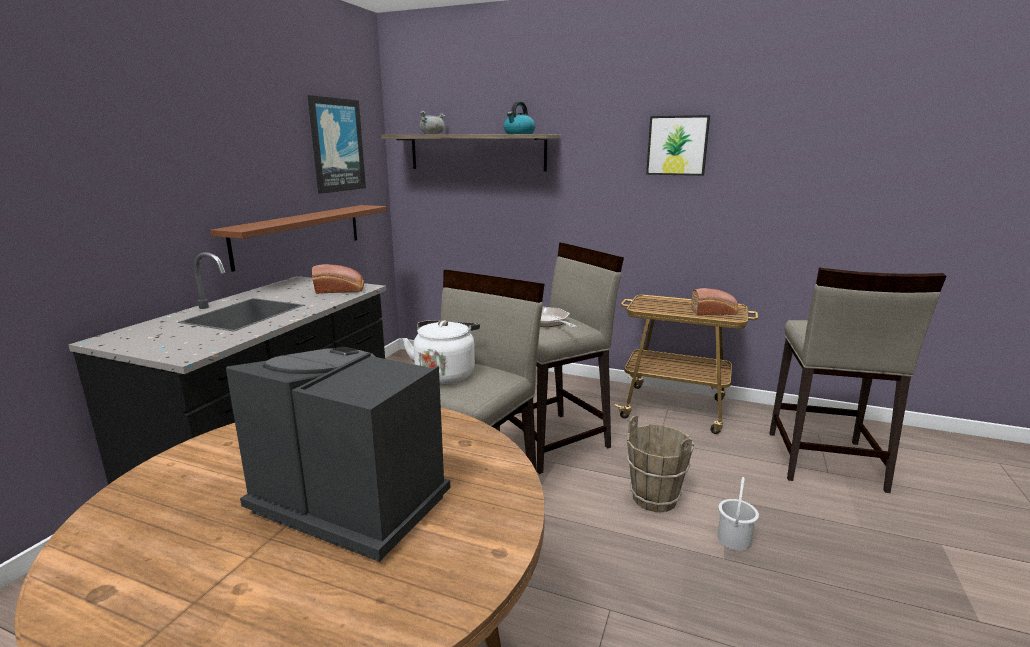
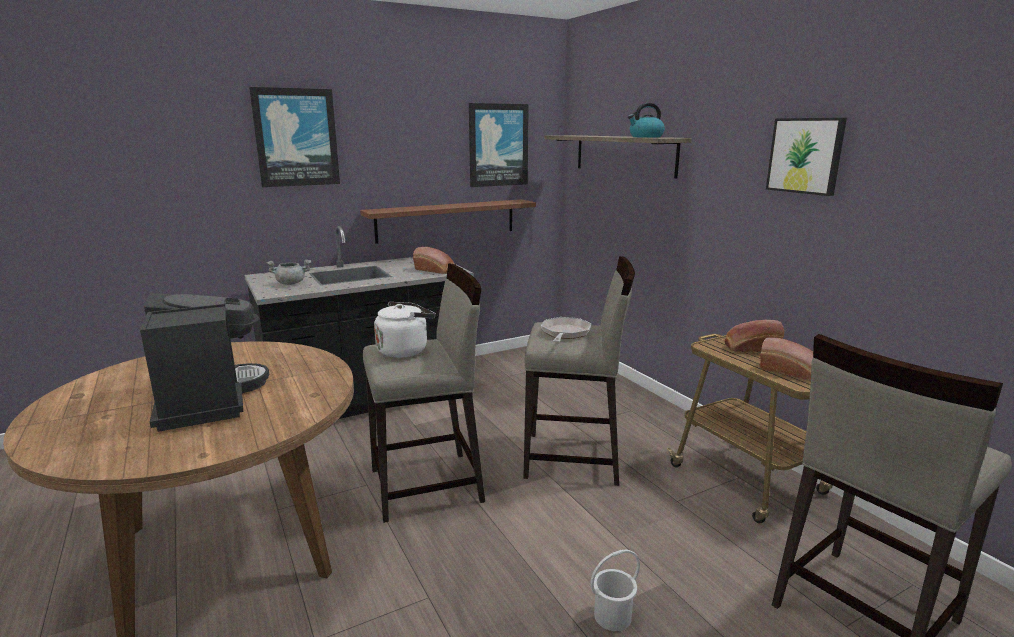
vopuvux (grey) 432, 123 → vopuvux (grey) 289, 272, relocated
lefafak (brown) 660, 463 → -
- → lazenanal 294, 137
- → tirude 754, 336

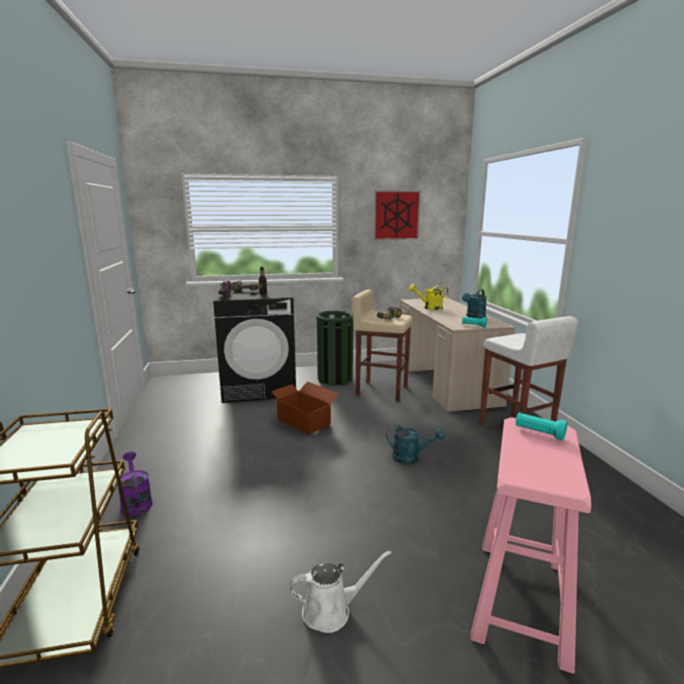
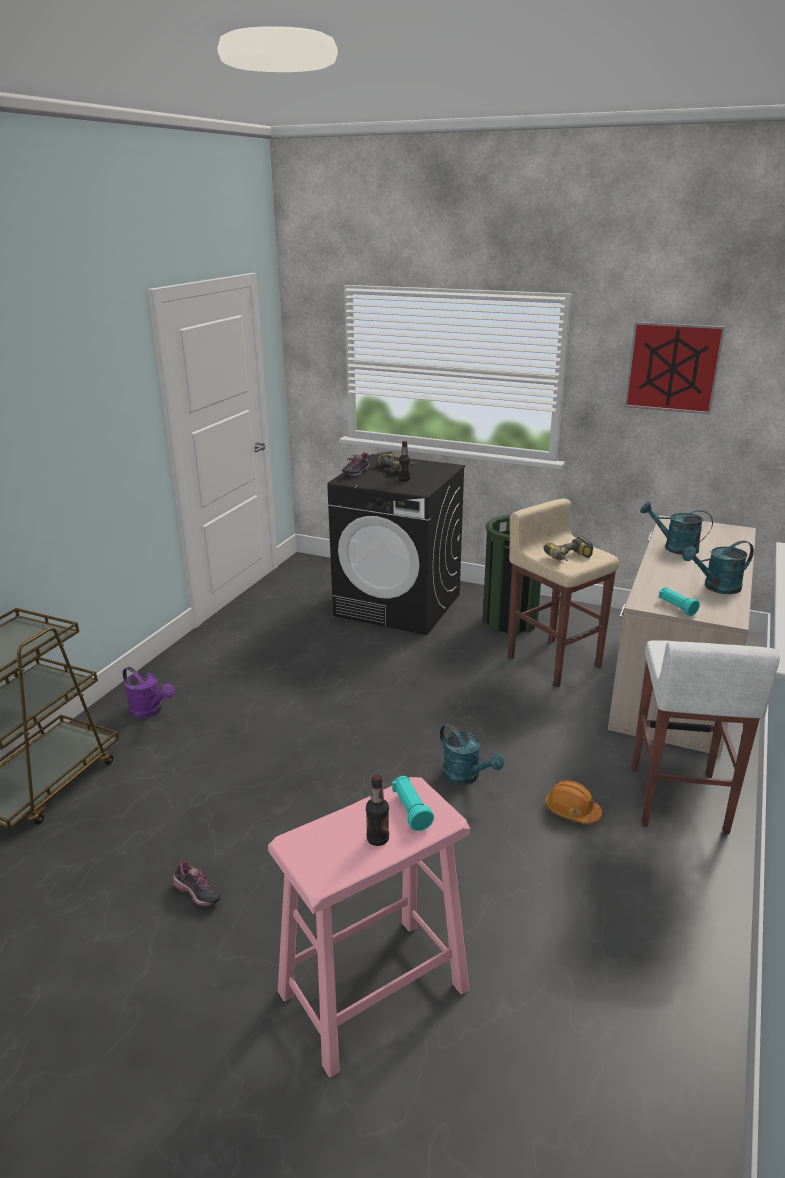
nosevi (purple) 135, 484 → nosevi (purple) 149, 692, 120 degrees clockwise
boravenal 303, 408 → -
nosevi (white) 340, 591 → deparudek 196, 884
nosevi (yellow) 428, 297 → nosevi (turquoise) 676, 528
- → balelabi 377, 810
- → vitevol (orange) 573, 802

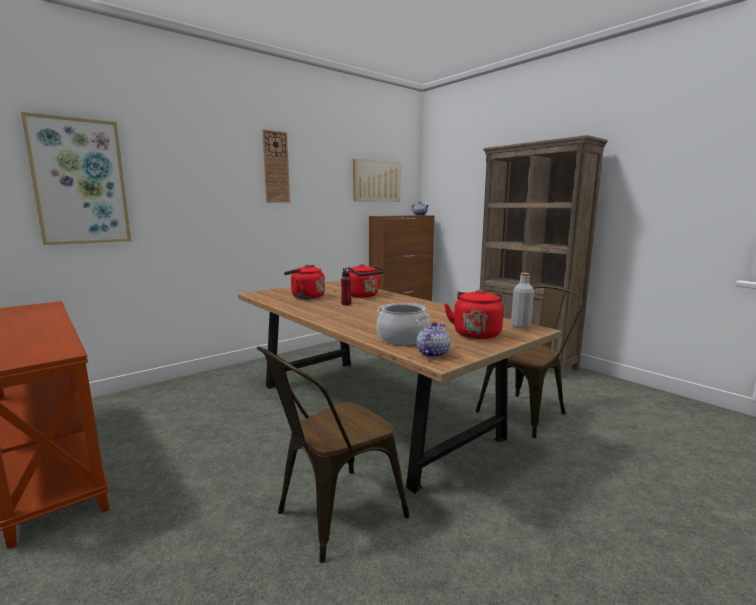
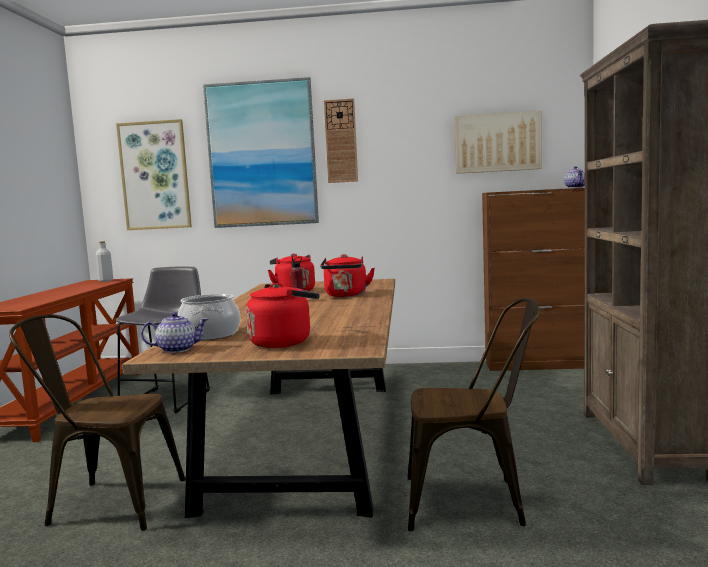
balelabi (grey) 522, 301 → balelabi (grey) 104, 261, relocated
- → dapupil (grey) 163, 340
- → lazenanal 261, 152

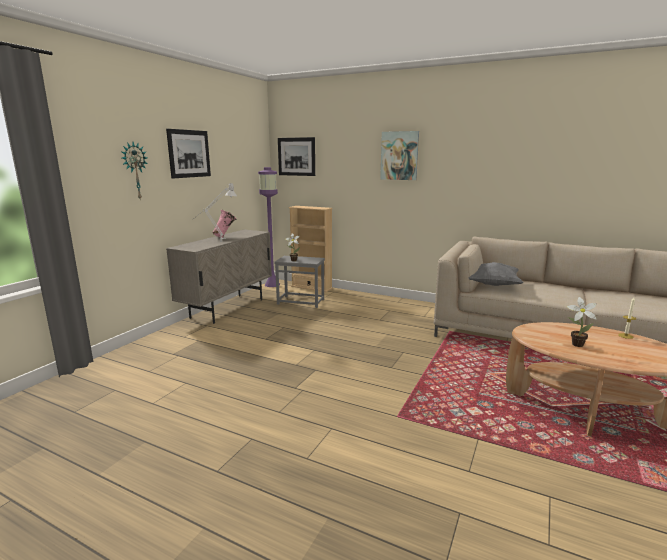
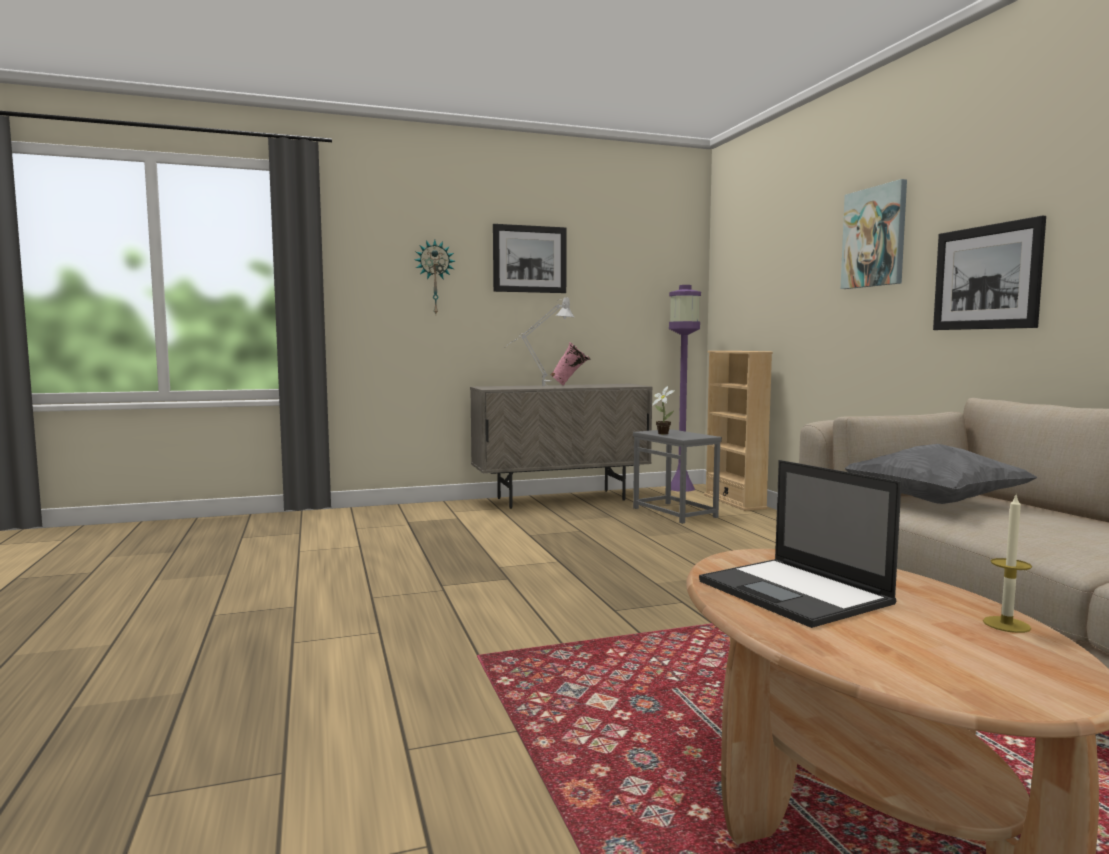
lazenanal 296, 156 → lazenanal 989, 273, relocated
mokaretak 582, 322 → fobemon 800, 544

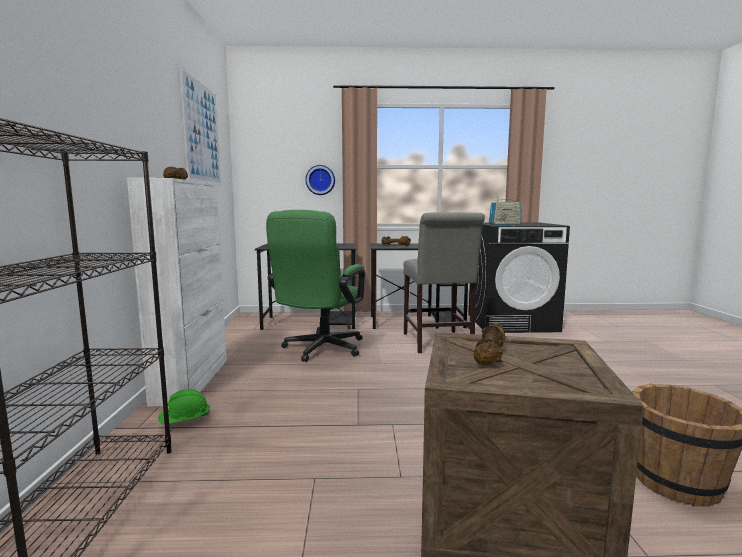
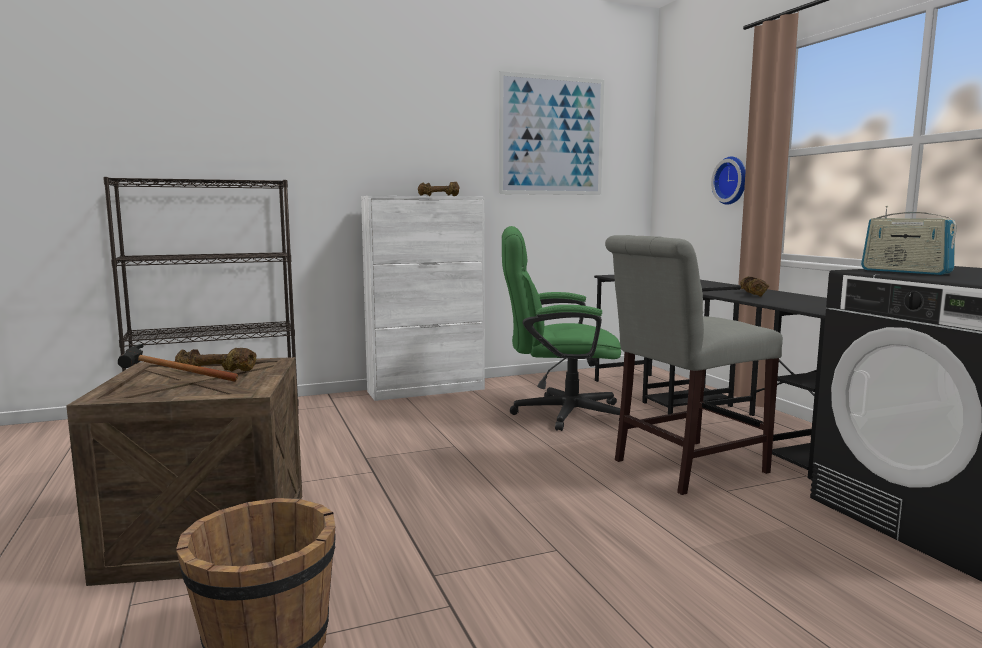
vitevol (green) 184, 406 → -
- → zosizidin 178, 363

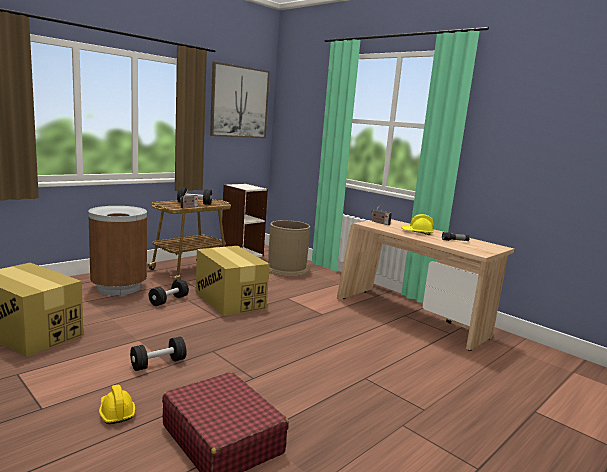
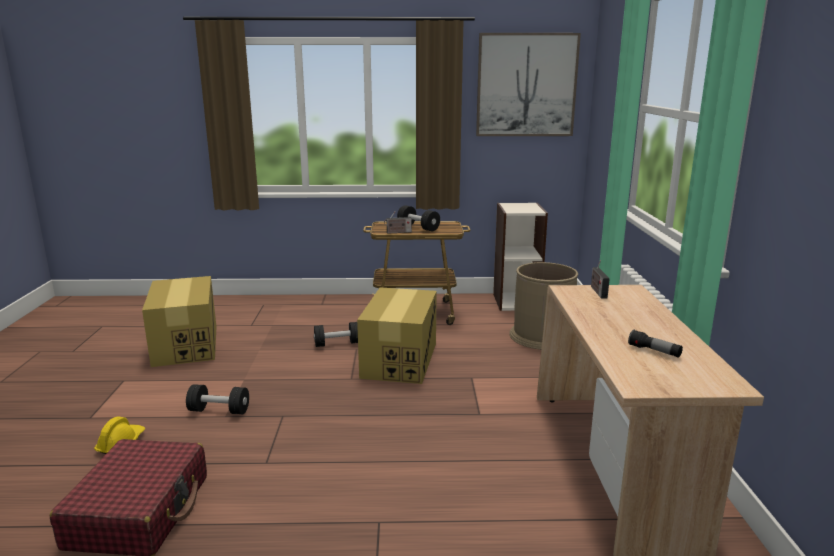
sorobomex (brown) 117, 250 → -
vitevol (yellow) 417, 224 → -

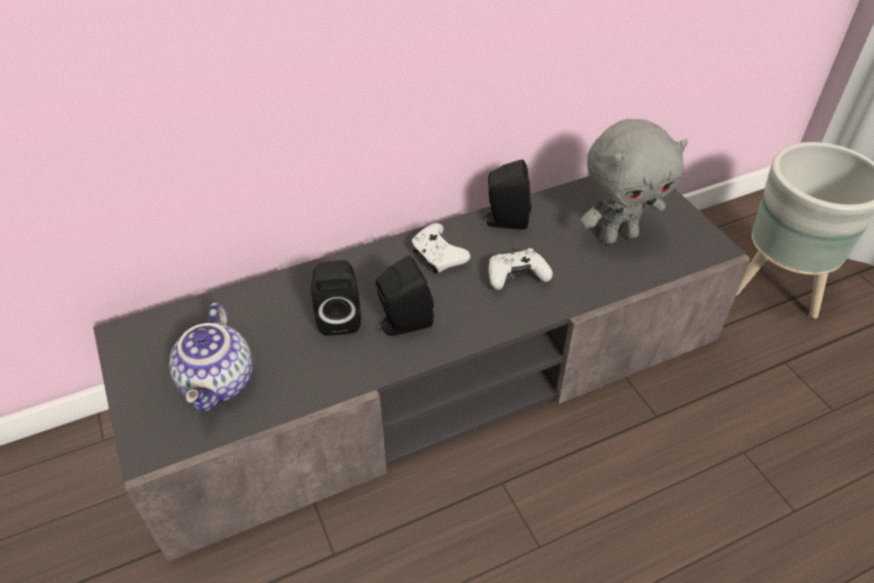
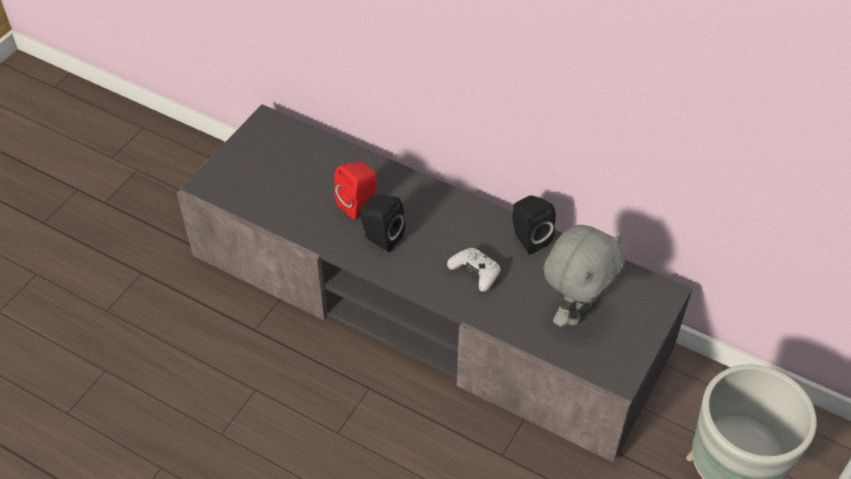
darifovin 211, 357 → -
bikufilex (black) 336, 298 → bikufilex (red) 355, 190
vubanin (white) 441, 248 → -
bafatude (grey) 634, 181 → bafatude (grey) 584, 276, 90 degrees counterclockwise

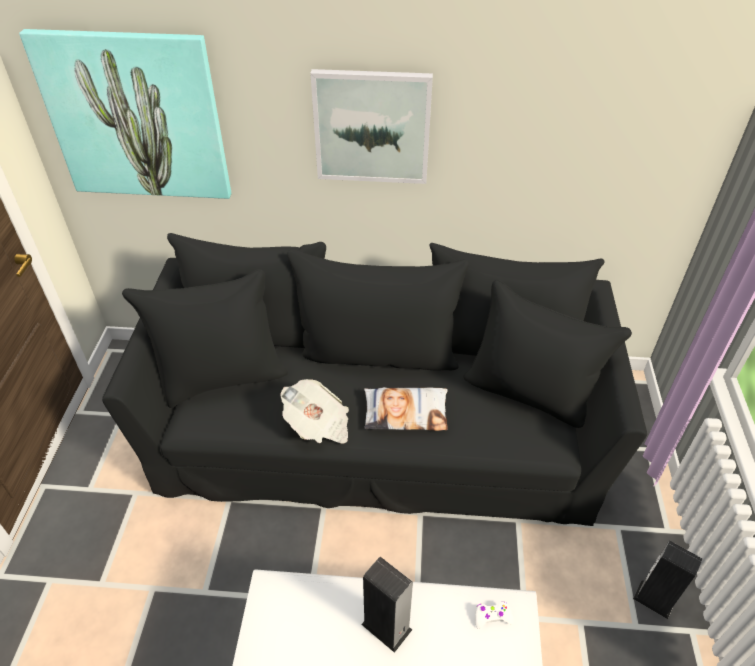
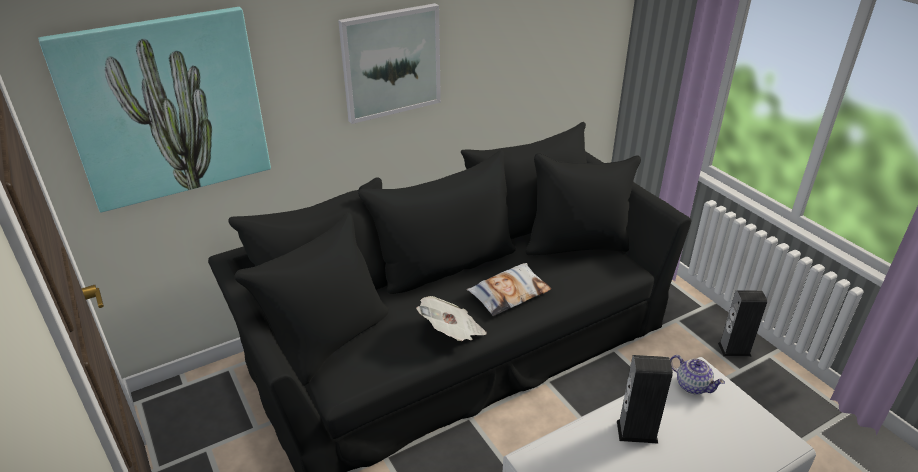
vubanin (white) 494, 615 → darifovin 697, 374

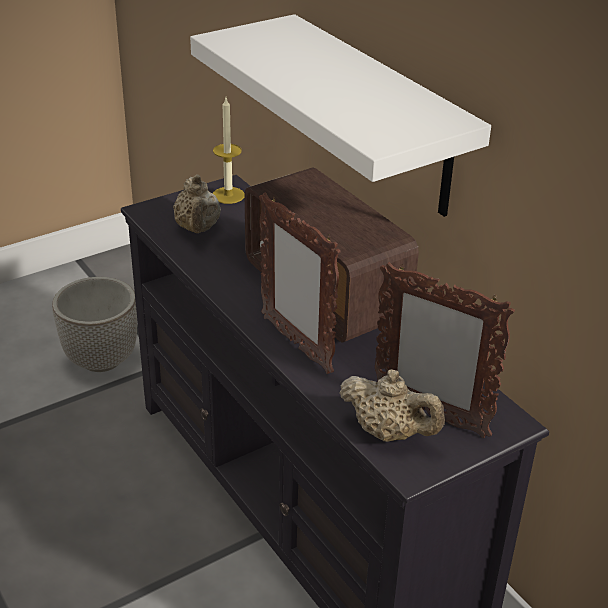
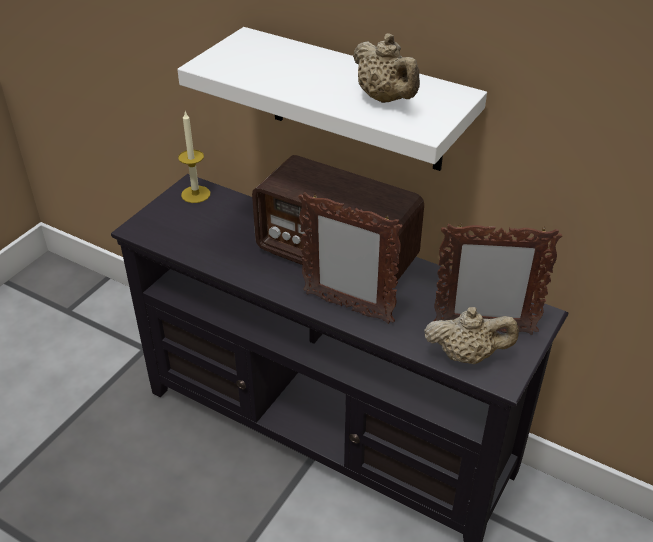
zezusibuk 94, 324 → -
darifovin (beige) 197, 203 → darifovin (beige) 386, 68, relocated

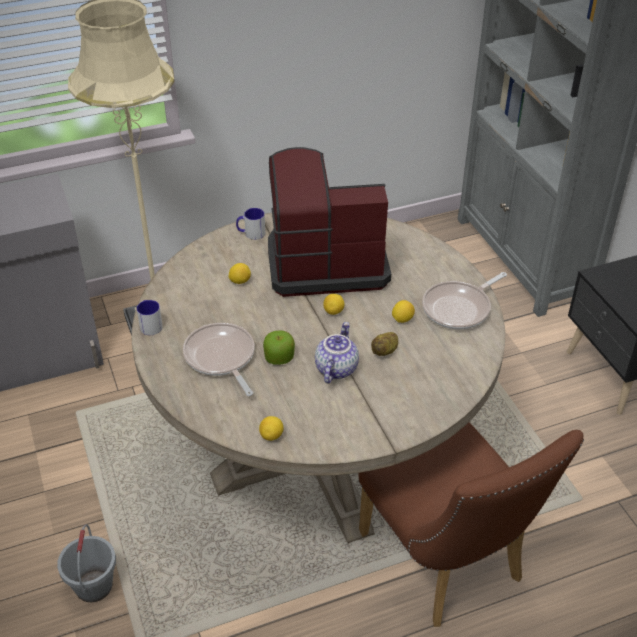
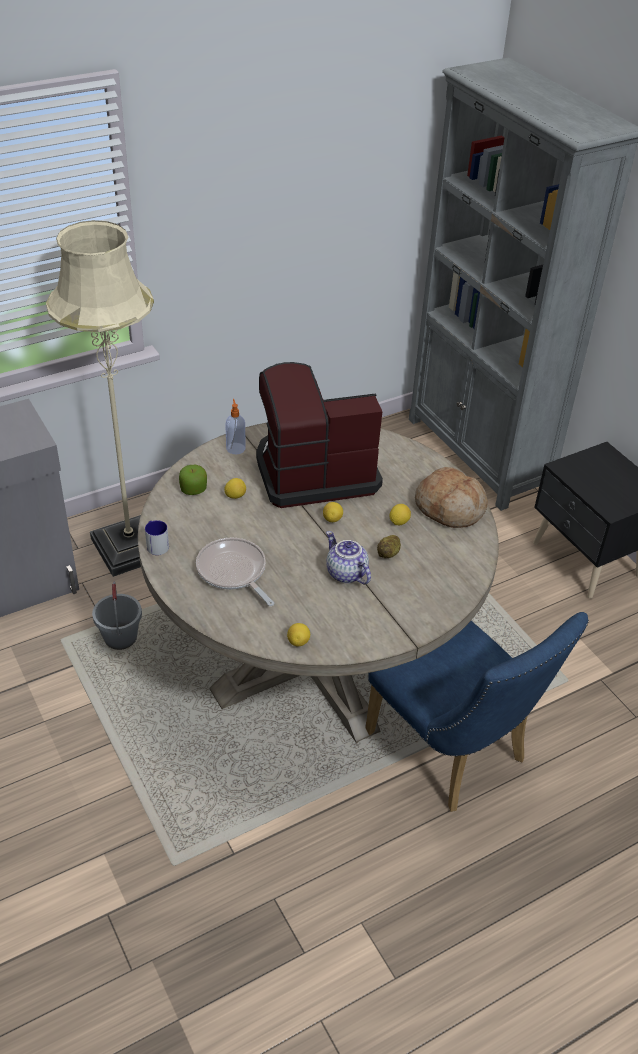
lefafak (grey) 86, 563 → lefafak (grey) 117, 615, relocated
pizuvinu 250, 224 → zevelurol 235, 426
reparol 279, 347 → reparol 193, 480, relocated
darifovin 337, 352 → darifovin 348, 557, 45 degrees counterclockwise
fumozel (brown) 471, 524 → fumozel (blue) 477, 712
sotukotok 464, 301 → tirude 451, 497

